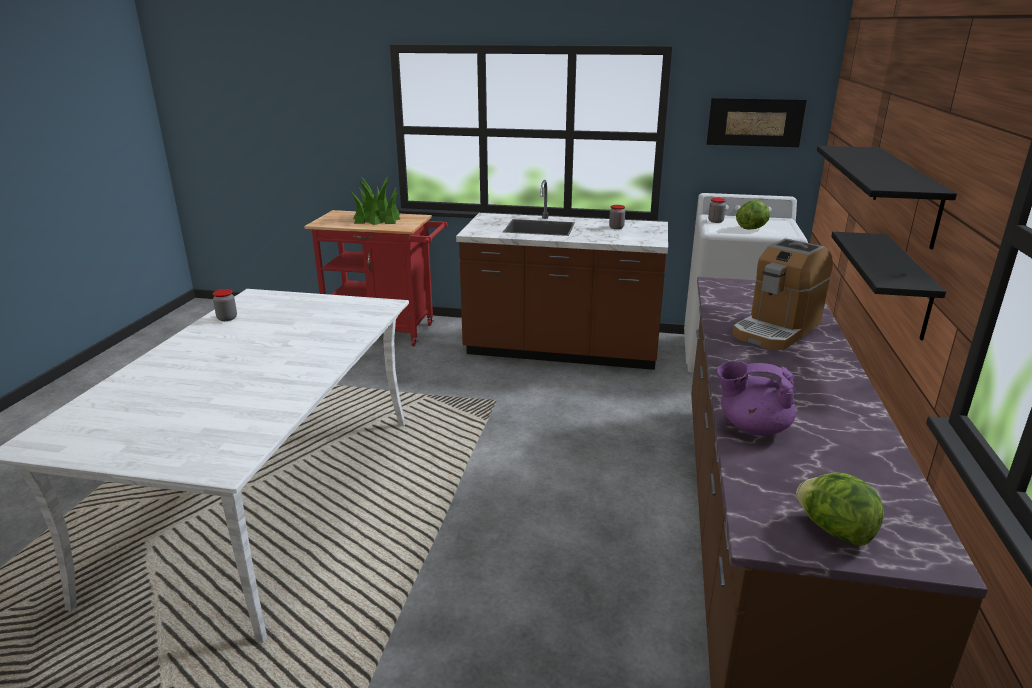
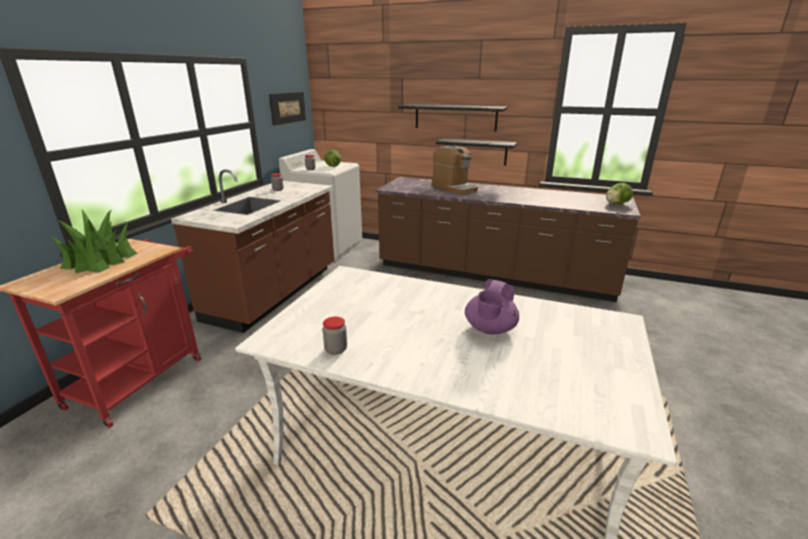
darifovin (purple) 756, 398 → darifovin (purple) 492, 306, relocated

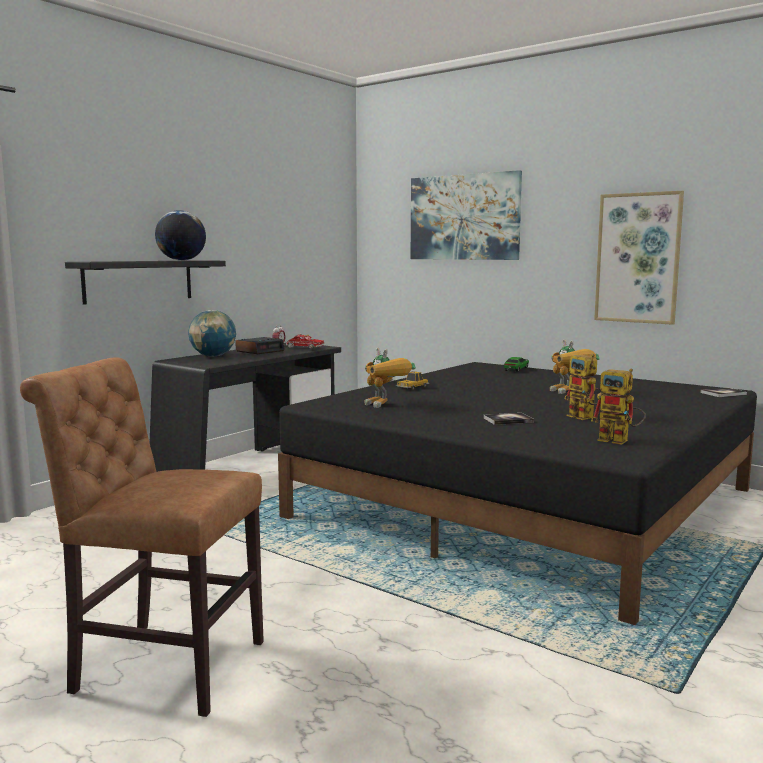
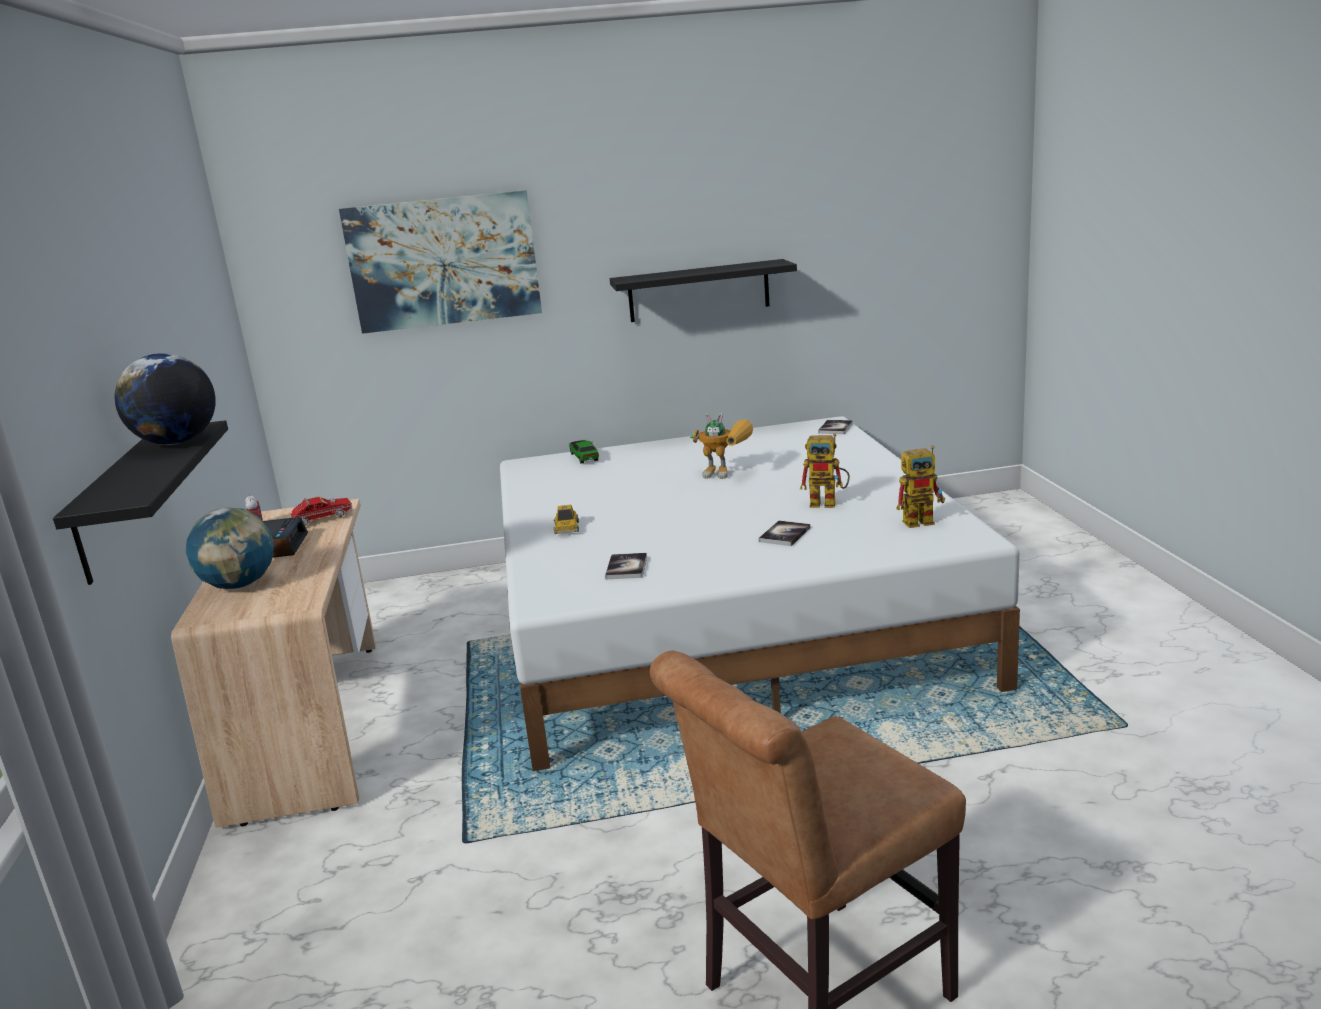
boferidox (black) 245, 407 → boferidox (beige) 273, 663
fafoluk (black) 517, 493 → fafoluk (white) 760, 593
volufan 390, 378 → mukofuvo 626, 566
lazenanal 639, 258 → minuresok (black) 703, 290

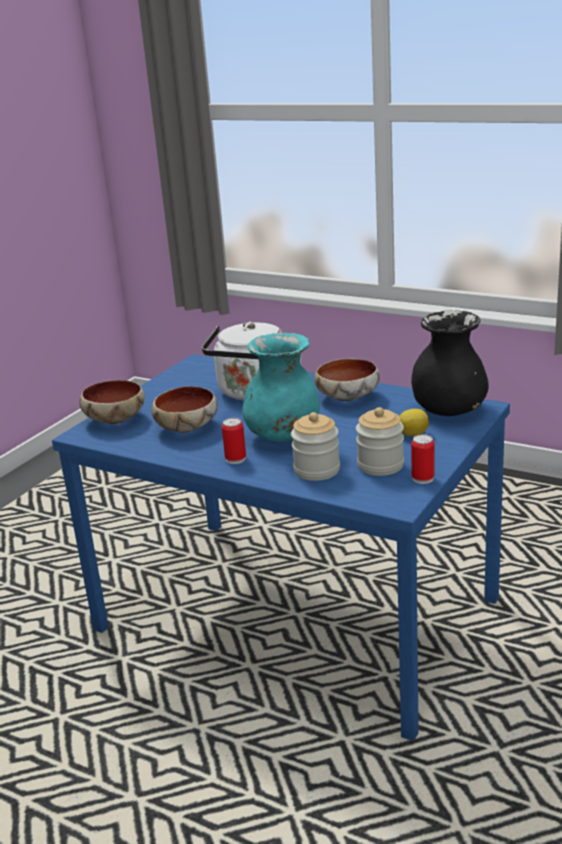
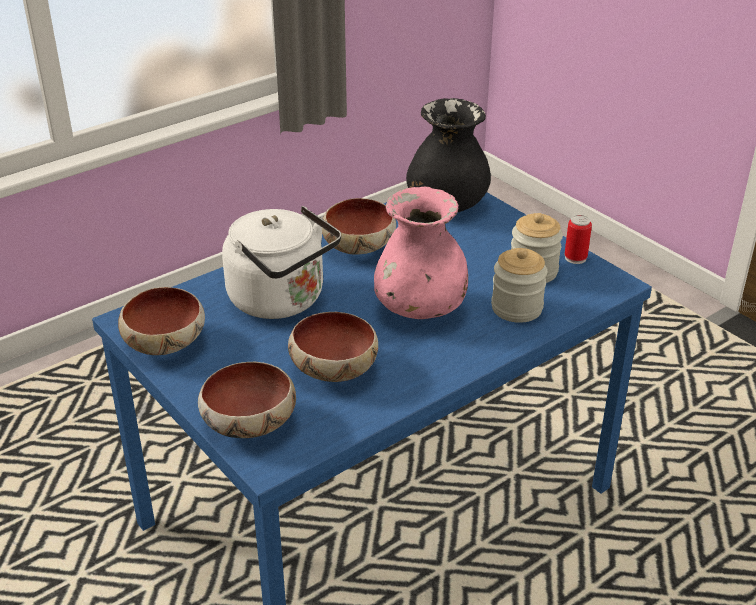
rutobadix 234, 441 → -
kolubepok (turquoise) 281, 387 → kolubepok (pink) 421, 253
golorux 414, 422 → -
- → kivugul 161, 321

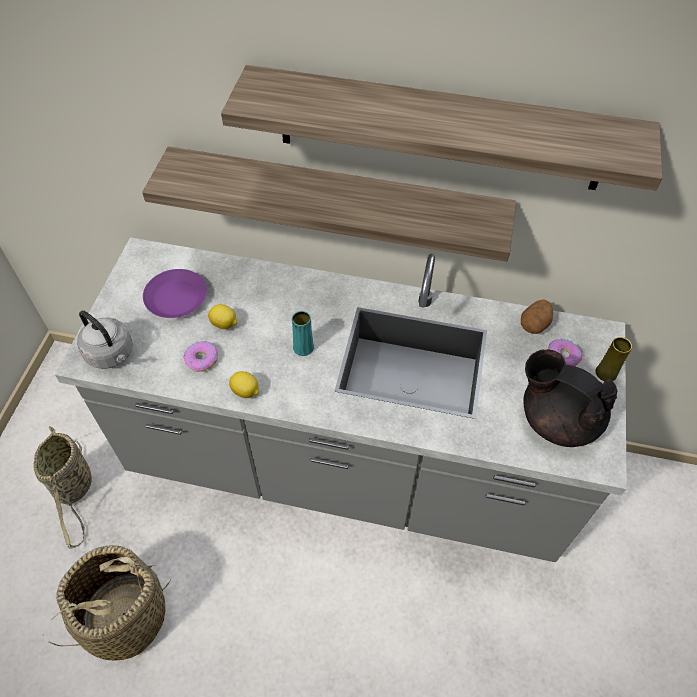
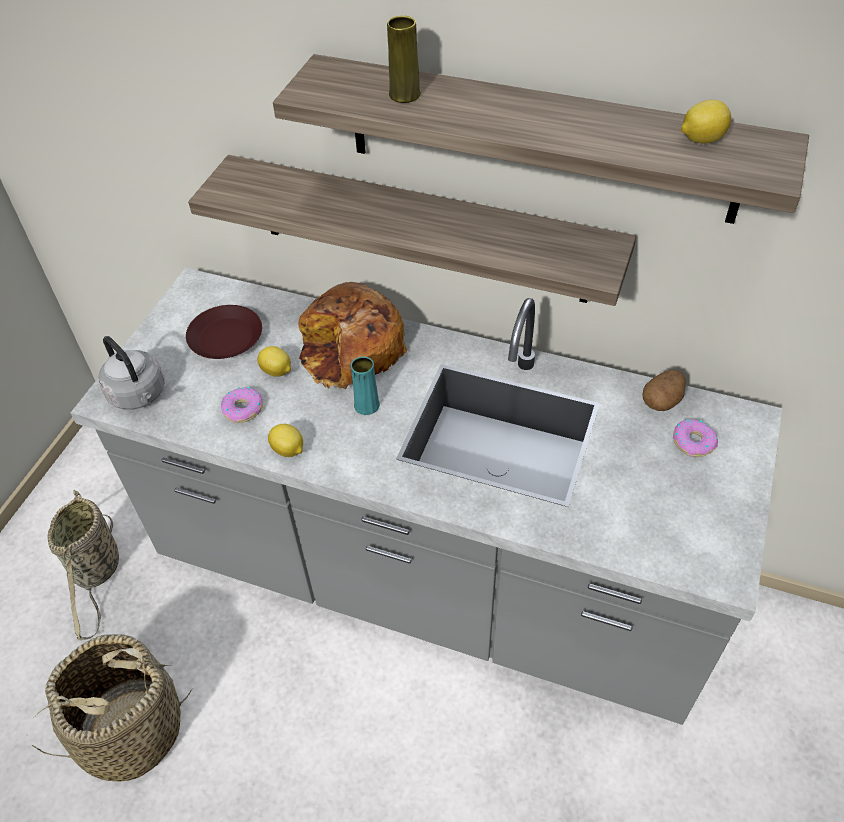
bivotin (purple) 175, 293 → bivotin (brown) 224, 332
darifovin (black) 570, 398 → -
kolubepok (yellow) 613, 359 → kolubepok (yellow) 404, 59, relocated
- → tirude 352, 335
- → golorux 706, 121

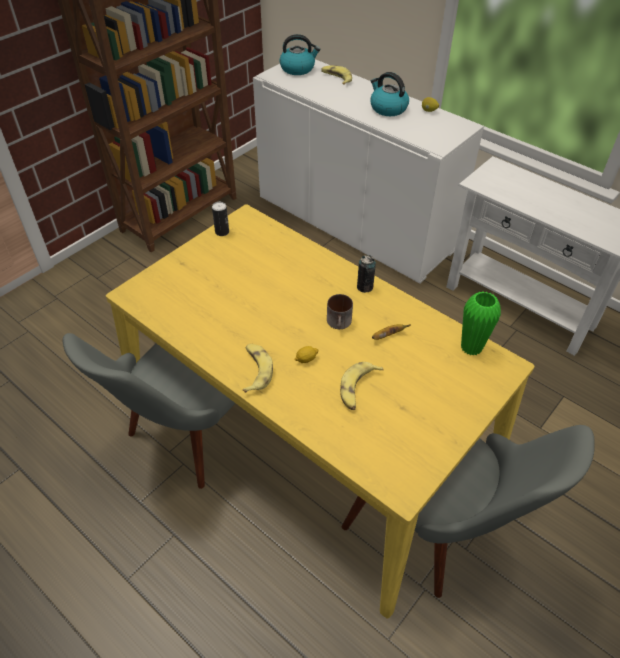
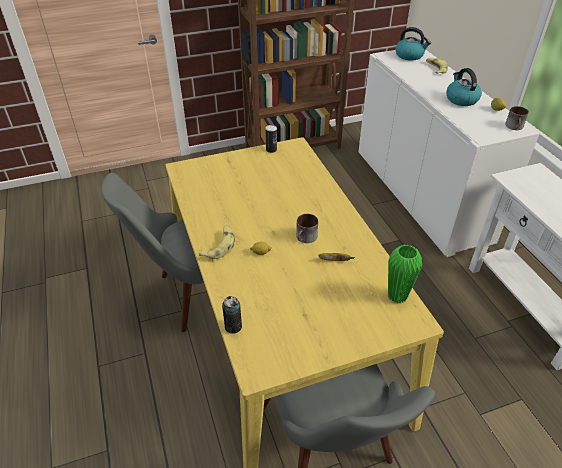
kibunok 362, 386 → -
rutobadix 366, 274 → rutobadix 232, 315, relocated
- → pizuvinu 517, 118

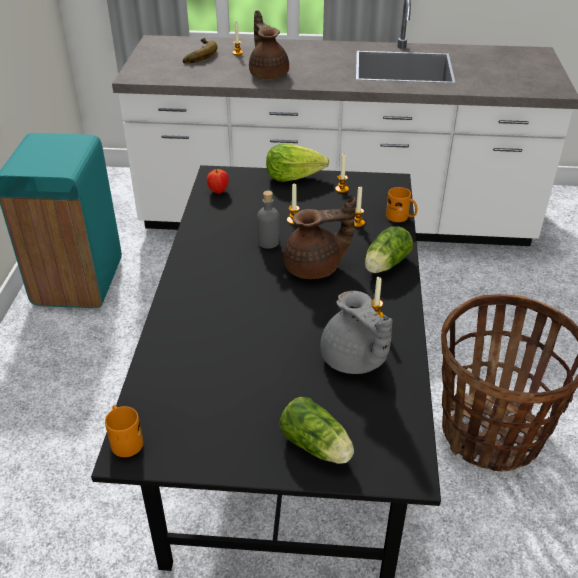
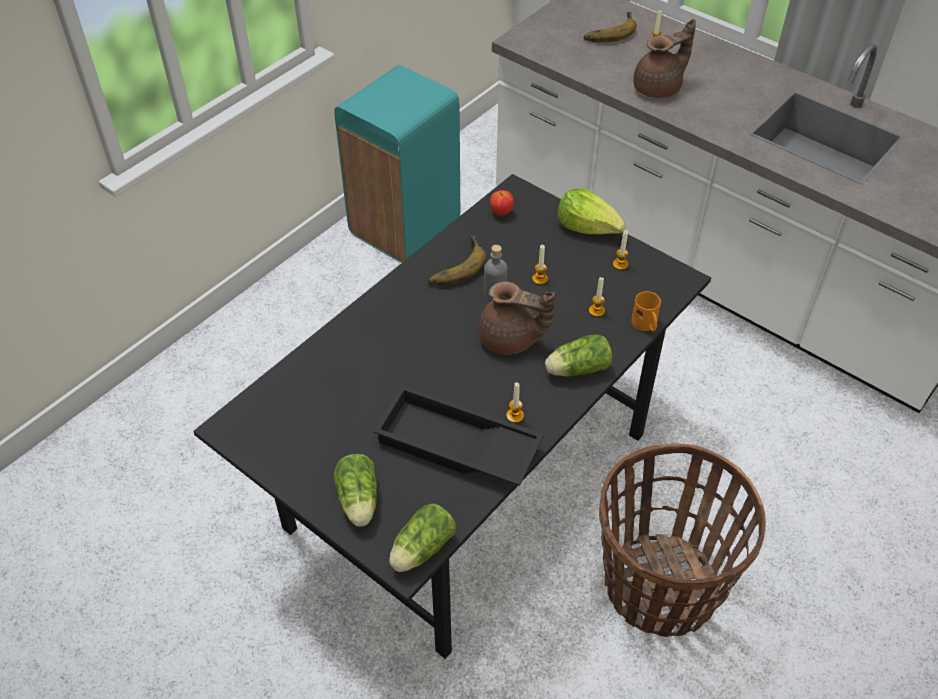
pizuvinu (orange) 124, 431 → -
darifovin (brown) 269, 45 → darifovin (brown) 664, 58, 45 degrees clockwise
darifovin (grey) 356, 332 → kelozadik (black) 458, 435
- → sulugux 422, 538
- → kibunok 457, 260

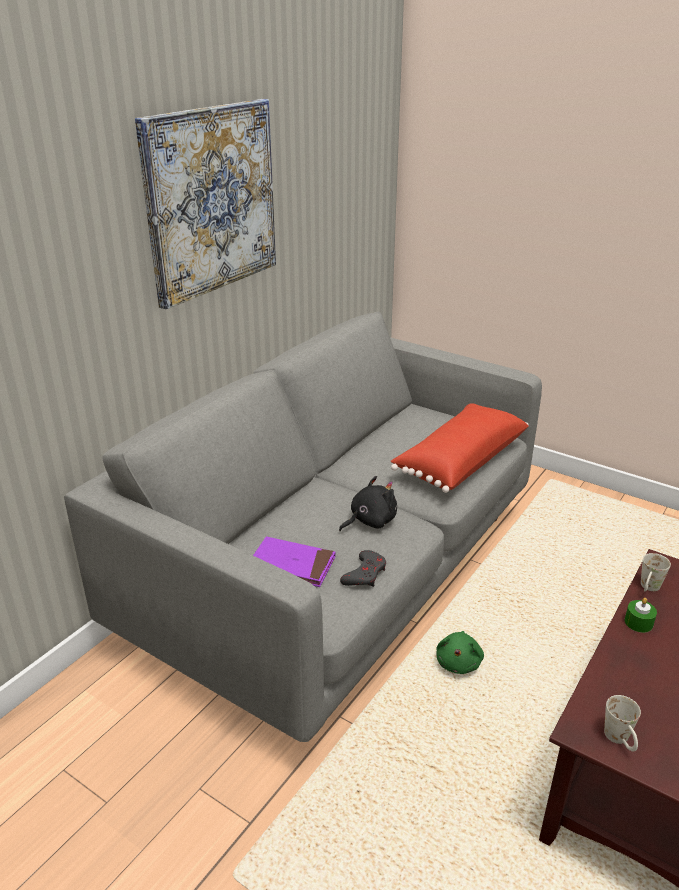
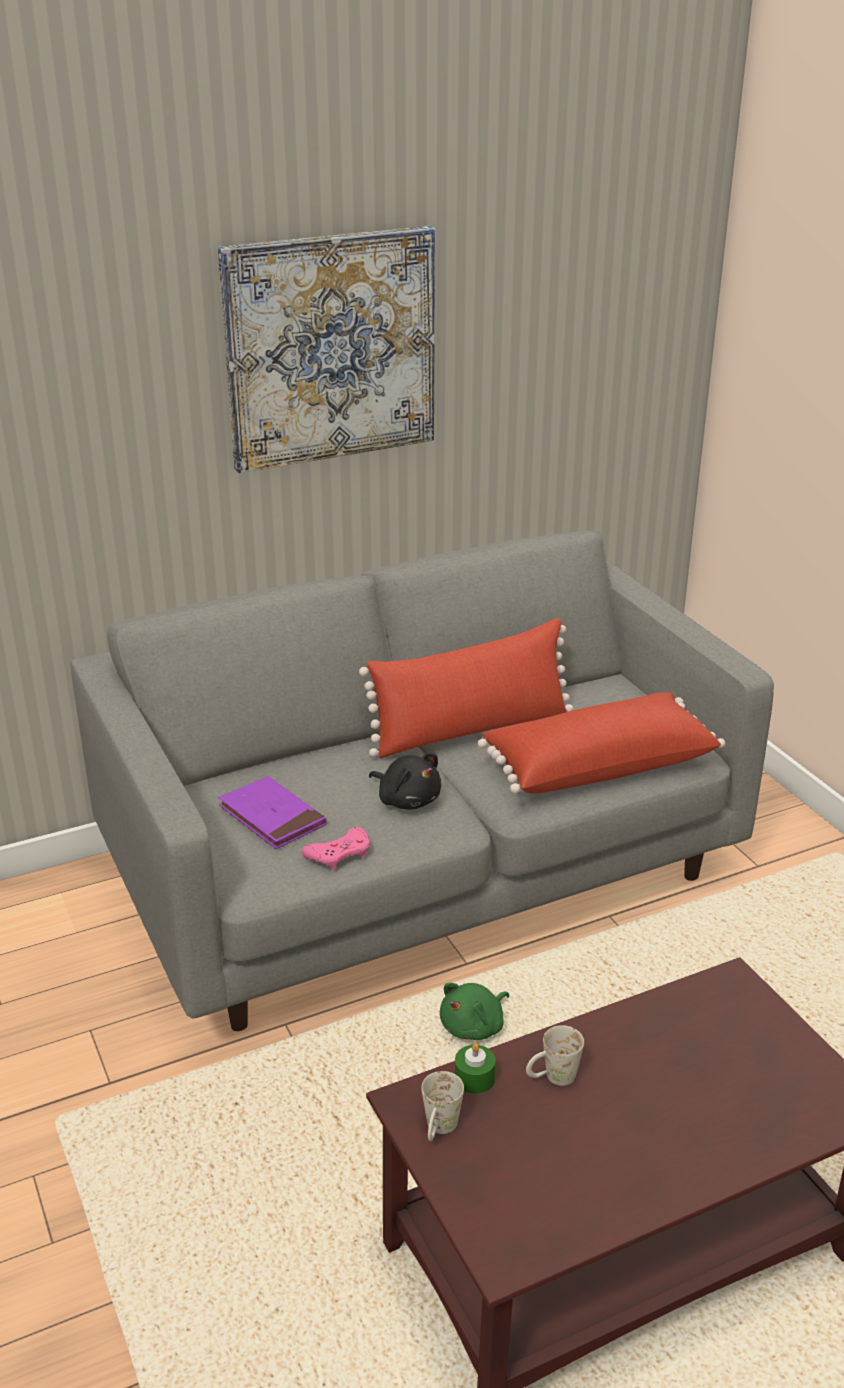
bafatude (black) 368, 503 → bafatude (black) 405, 781, 45 degrees clockwise
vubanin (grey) 363, 568 → vubanin (pink) 336, 848
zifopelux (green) 641, 615 → zifopelux (green) 475, 1068, relocated
pizuvinu (white) 656, 572 → pizuvinu (white) 555, 1055, relocated
- → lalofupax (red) 466, 688

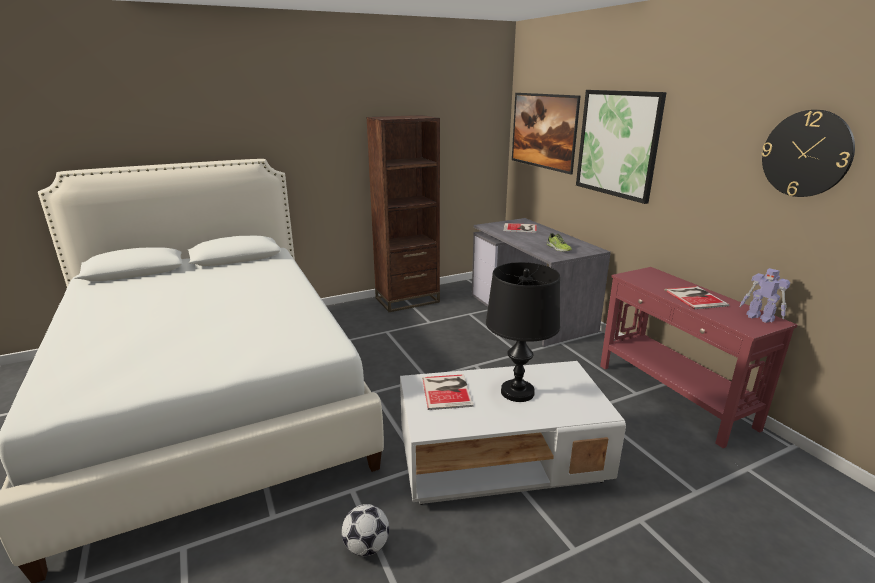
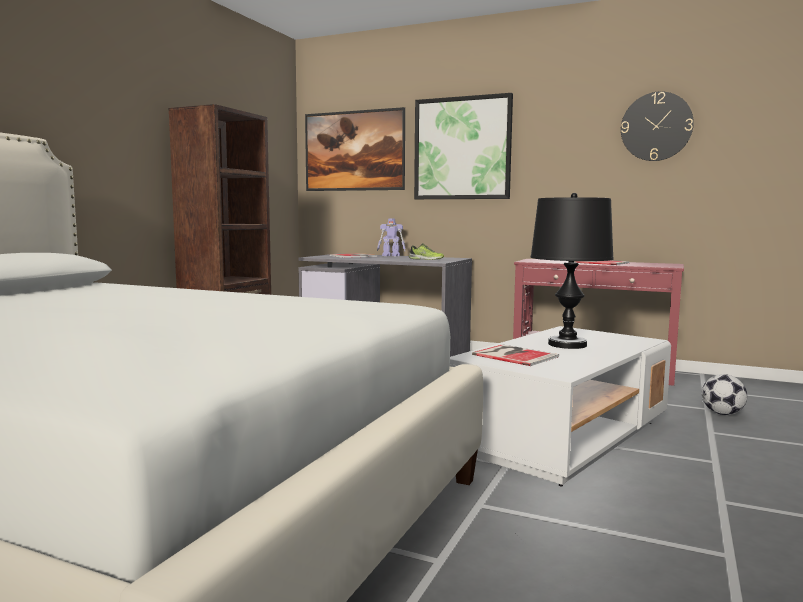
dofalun 365, 530 → dofalun 724, 394, relocated
volufan 764, 295 → volufan 391, 237, relocated

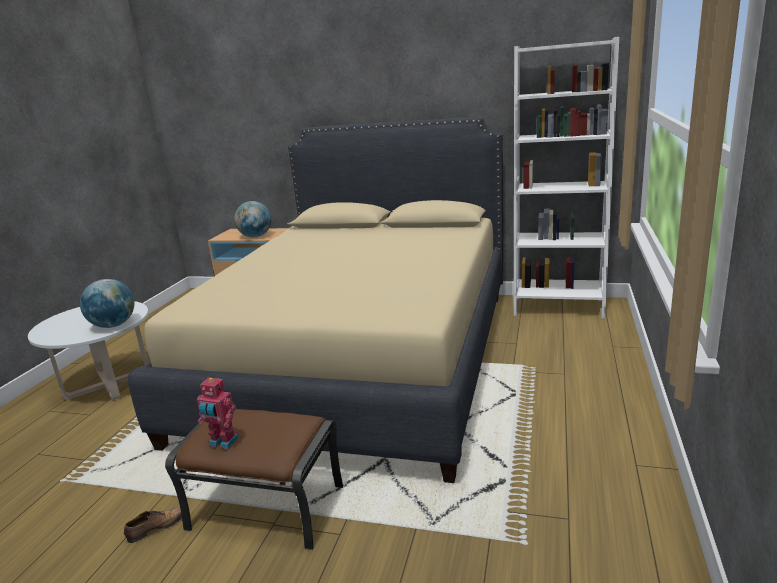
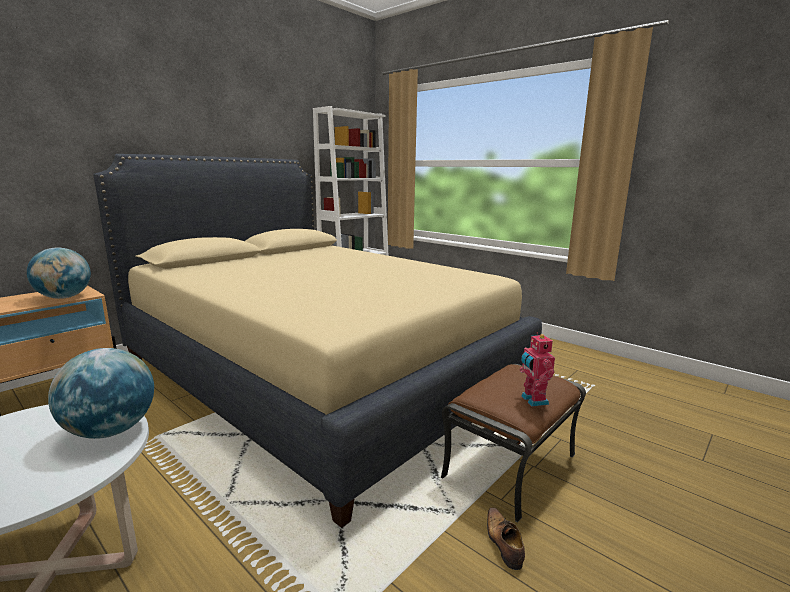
volufan 218, 413 → volufan 537, 369, 120 degrees clockwise

